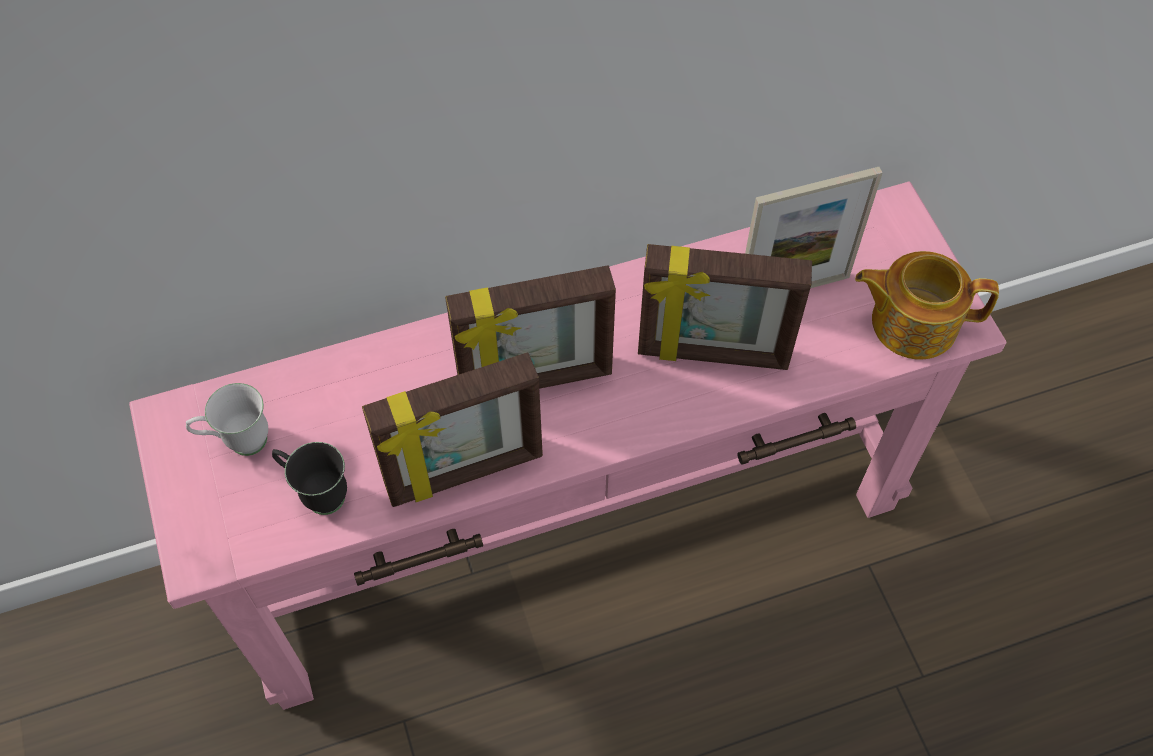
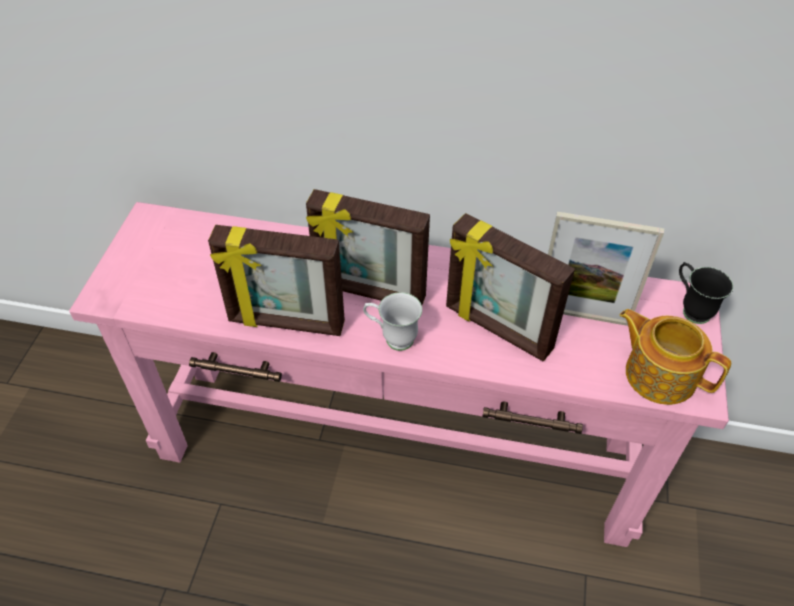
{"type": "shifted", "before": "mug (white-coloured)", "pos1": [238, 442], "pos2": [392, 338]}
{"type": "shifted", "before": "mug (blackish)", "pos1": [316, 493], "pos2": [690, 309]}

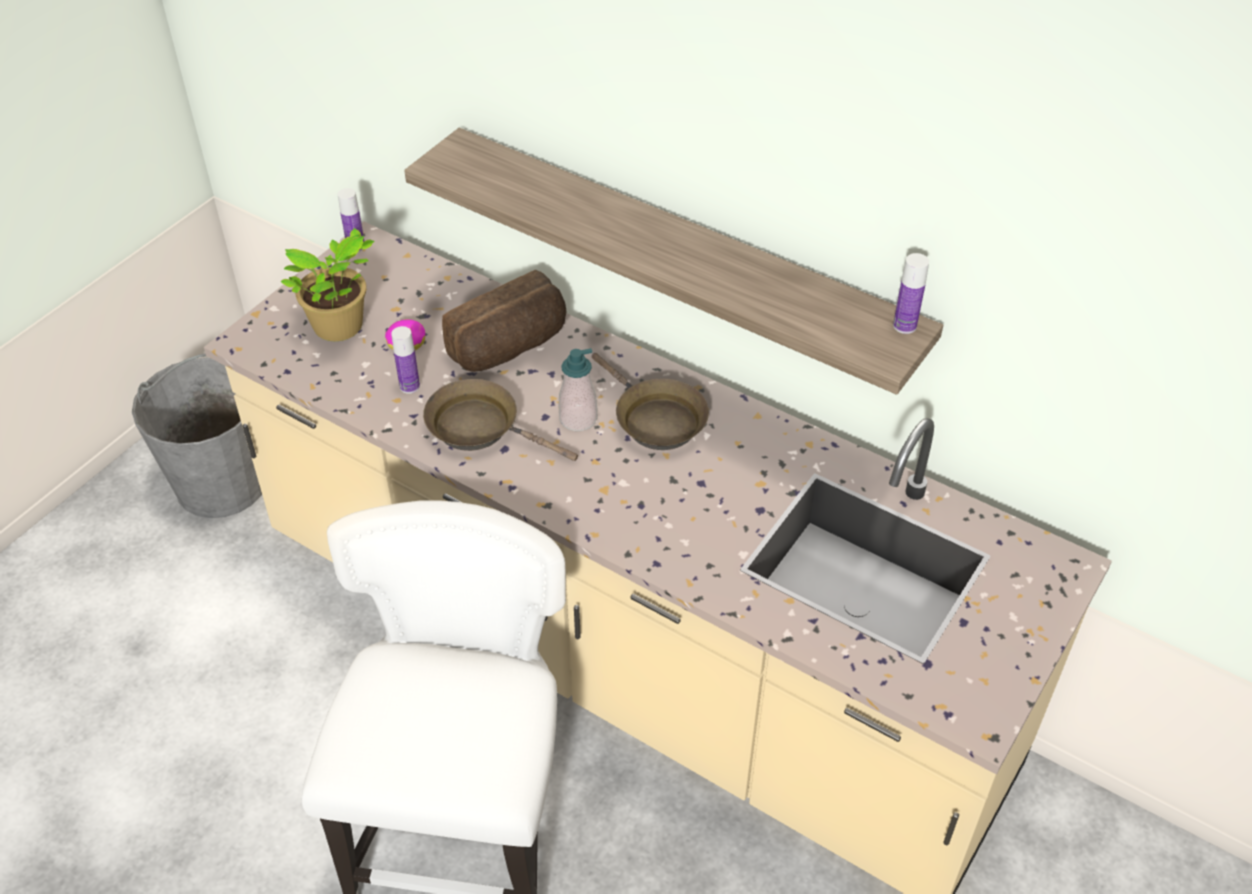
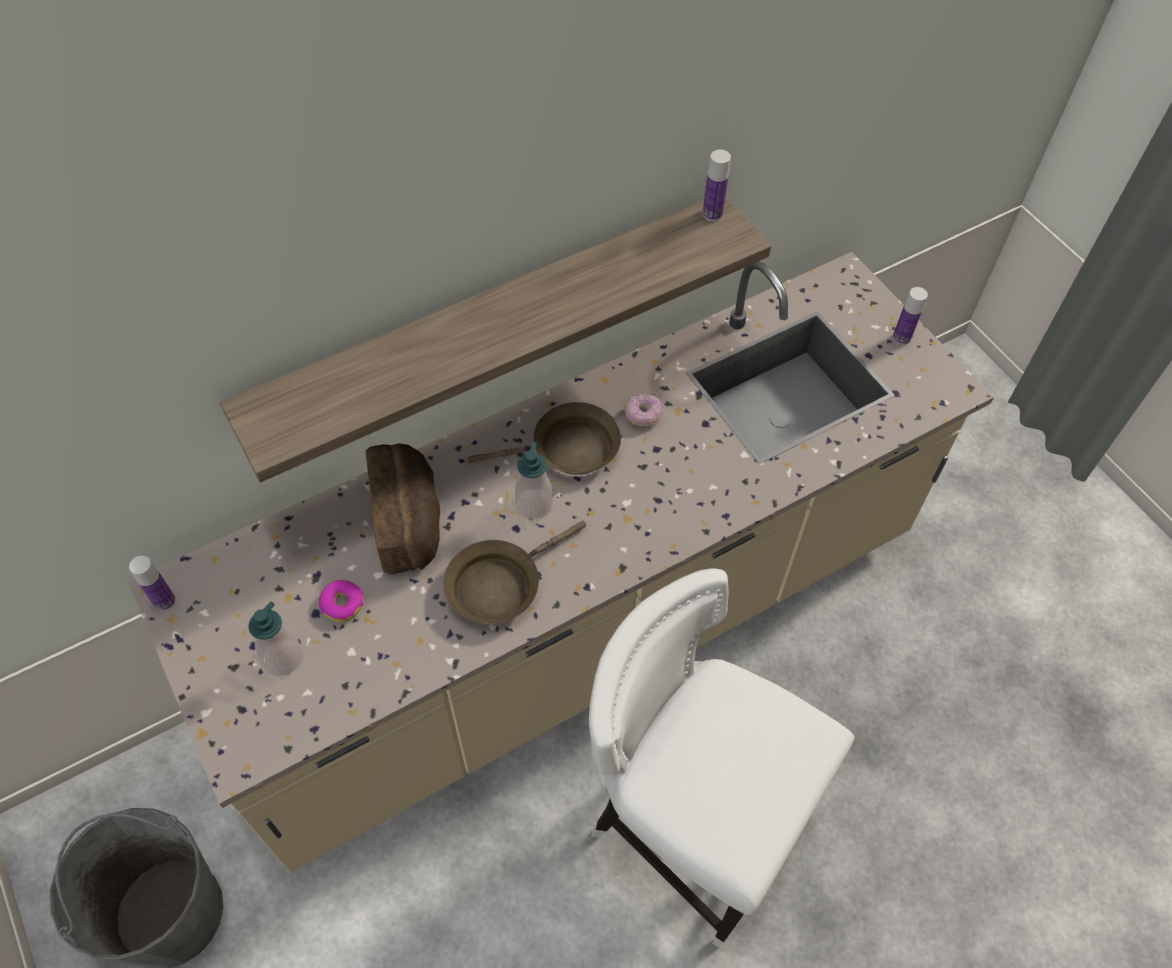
{"type": "swapped", "before": "houseplant", "after": "soap bottle", "pos1": [340, 328], "pos2": [282, 657]}
{"type": "shifted", "before": "drink bottle", "pos1": [409, 386], "pos2": [901, 338]}
{"type": "new", "after": "ring doughnut", "pos2": [643, 415]}

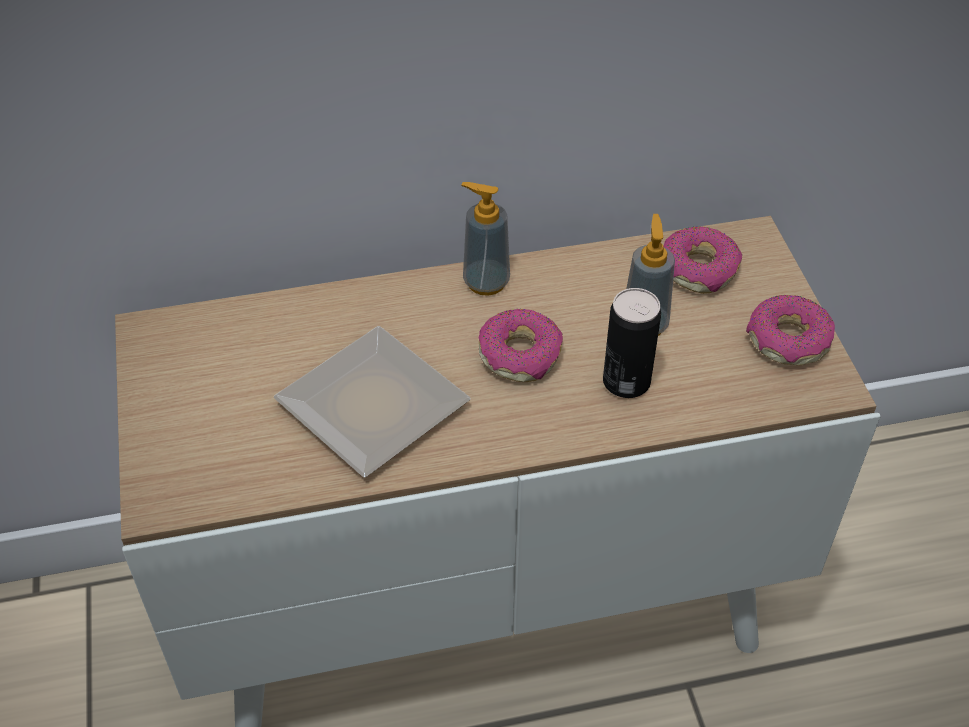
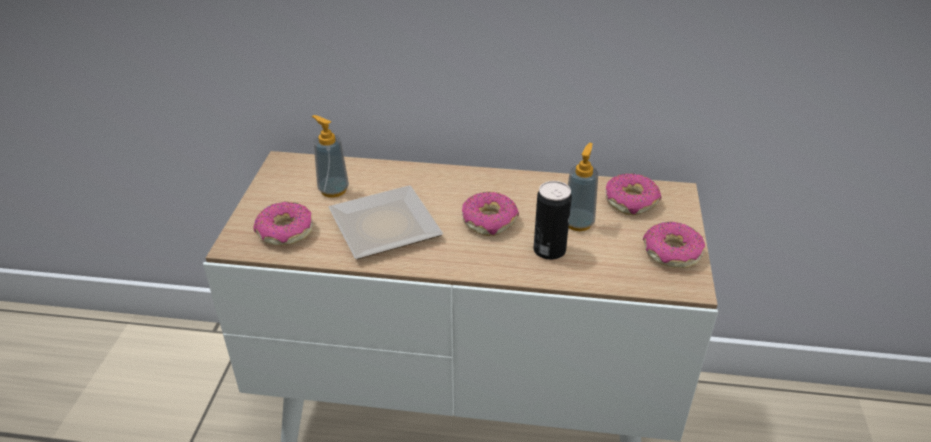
{"type": "shifted", "before": "soap bottle", "pos1": [486, 282], "pos2": [333, 190]}
{"type": "new", "after": "ring doughnut", "pos2": [285, 232]}

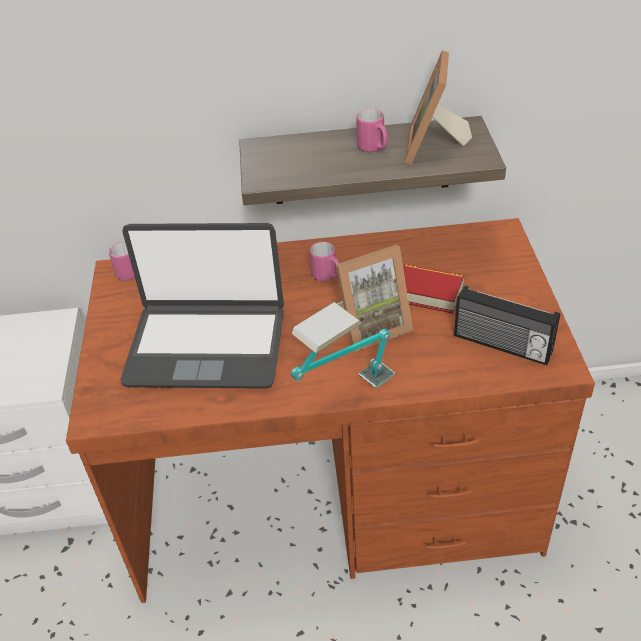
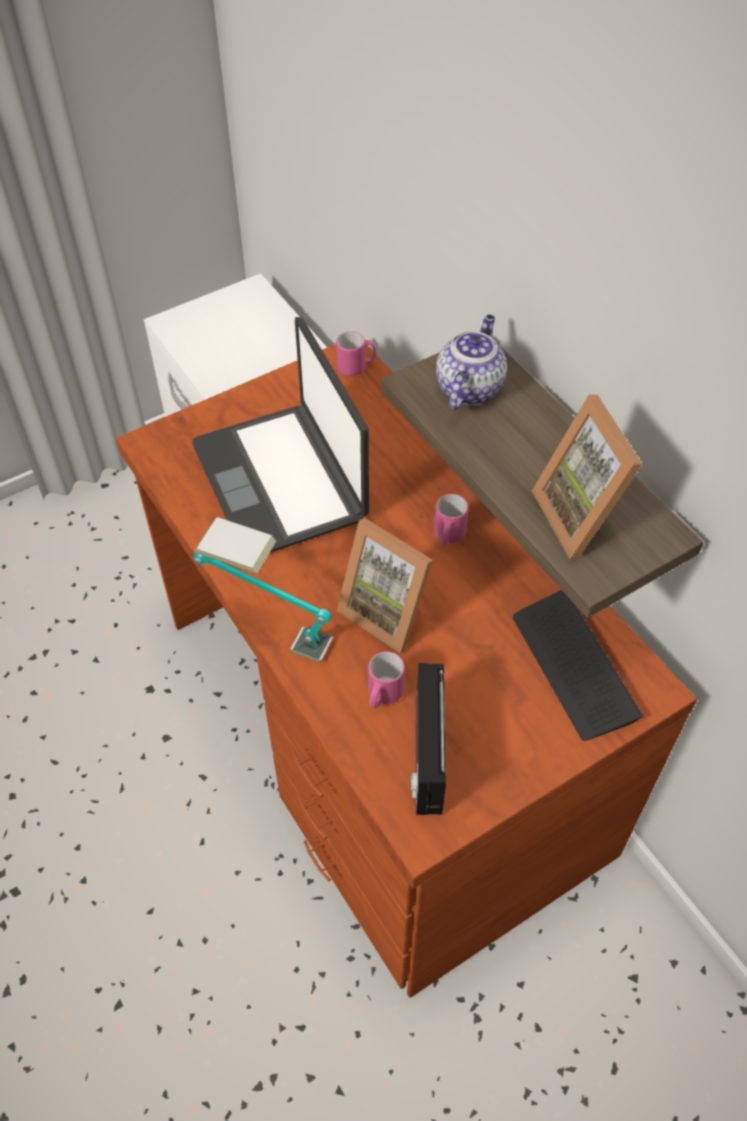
{"type": "shifted", "before": "mug (pink)", "pos1": [374, 148], "pos2": [383, 696]}
{"type": "gone", "before": "book", "pos1": [428, 293]}
{"type": "rotated", "before": "standing frame", "pos1": [434, 148], "pos2": [585, 516], "turn": -90}
{"type": "new", "after": "pot for tea", "pos2": [469, 387]}
{"type": "new", "after": "PC keyboard", "pos2": [574, 666]}

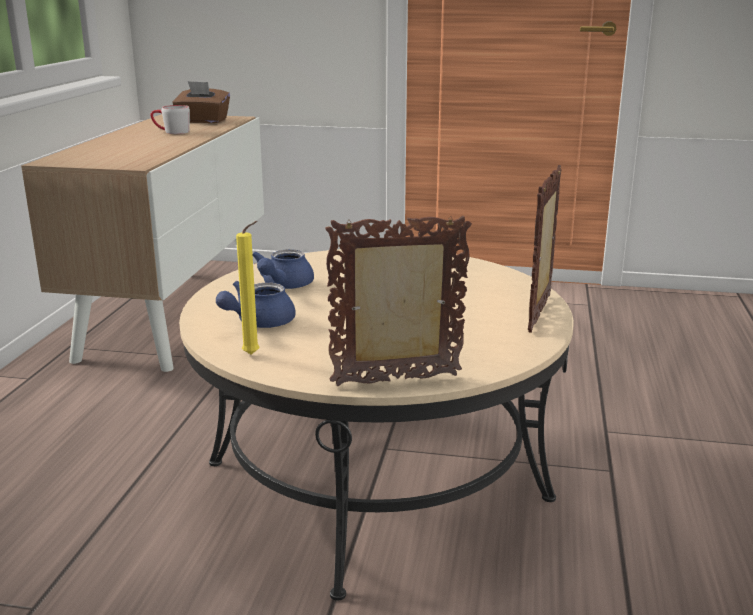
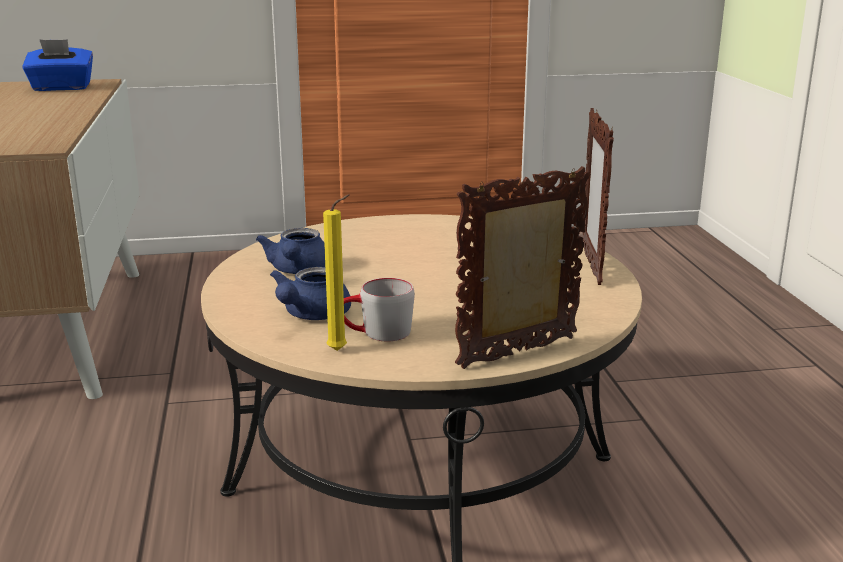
{"type": "shifted", "before": "mug (gray)", "pos1": [171, 132], "pos2": [376, 333]}
{"type": "repainted", "before": "tissue box (brownish)", "after": "tissue box (blue)", "pos1": [202, 121], "pos2": [61, 88]}

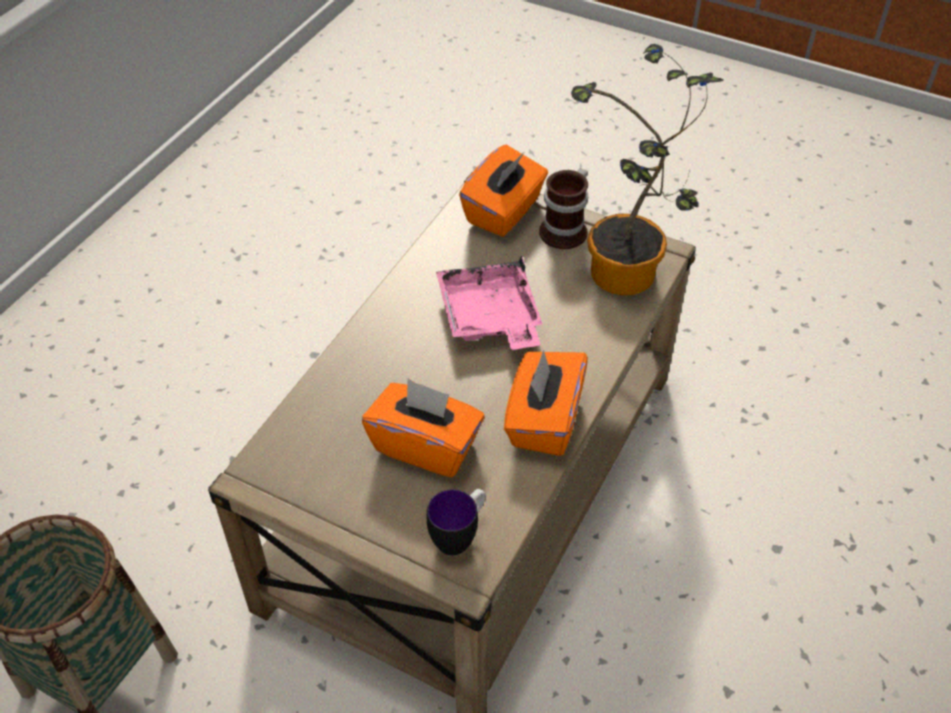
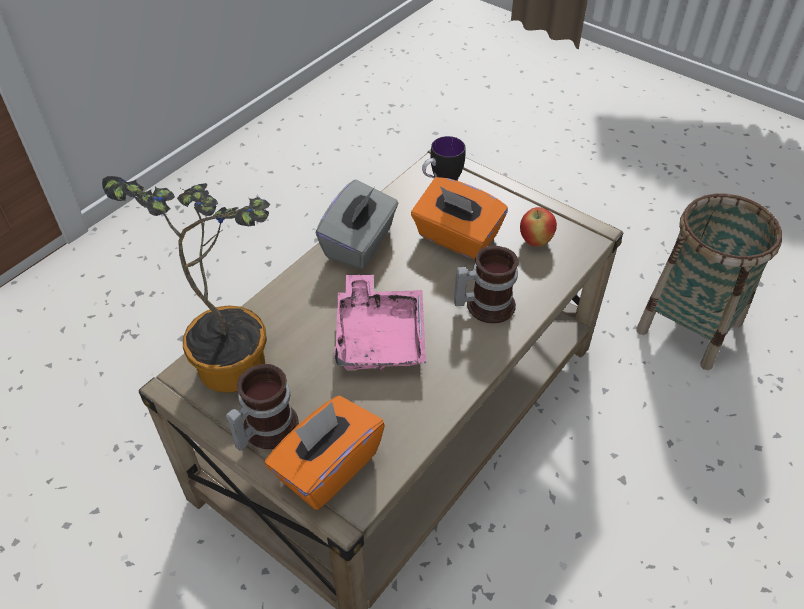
{"type": "repainted", "before": "tissue box (orange-coloured)", "after": "tissue box (gray)", "pos1": [543, 421], "pos2": [360, 243]}
{"type": "new", "after": "mug", "pos2": [485, 304]}
{"type": "new", "after": "apple", "pos2": [535, 241]}

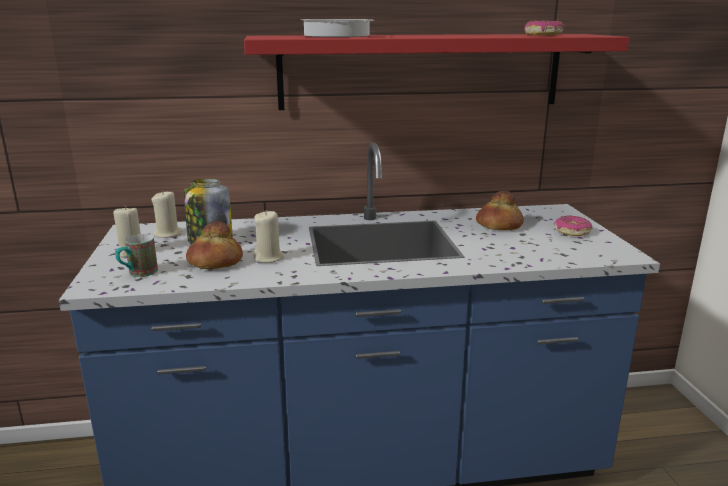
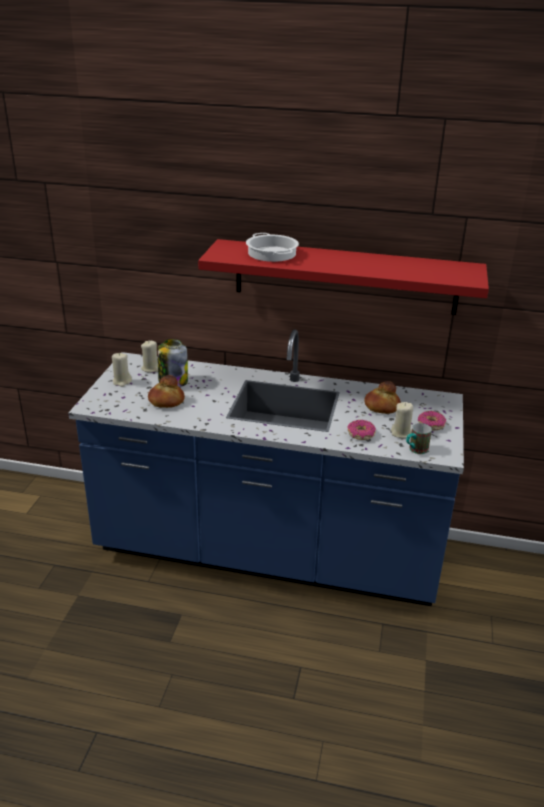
{"type": "shifted", "before": "mug", "pos1": [138, 274], "pos2": [415, 450]}
{"type": "shifted", "before": "candle (beige-coloured)", "pos1": [269, 258], "pos2": [401, 433]}
{"type": "shifted", "before": "ring doughnut", "pos1": [543, 35], "pos2": [361, 434]}

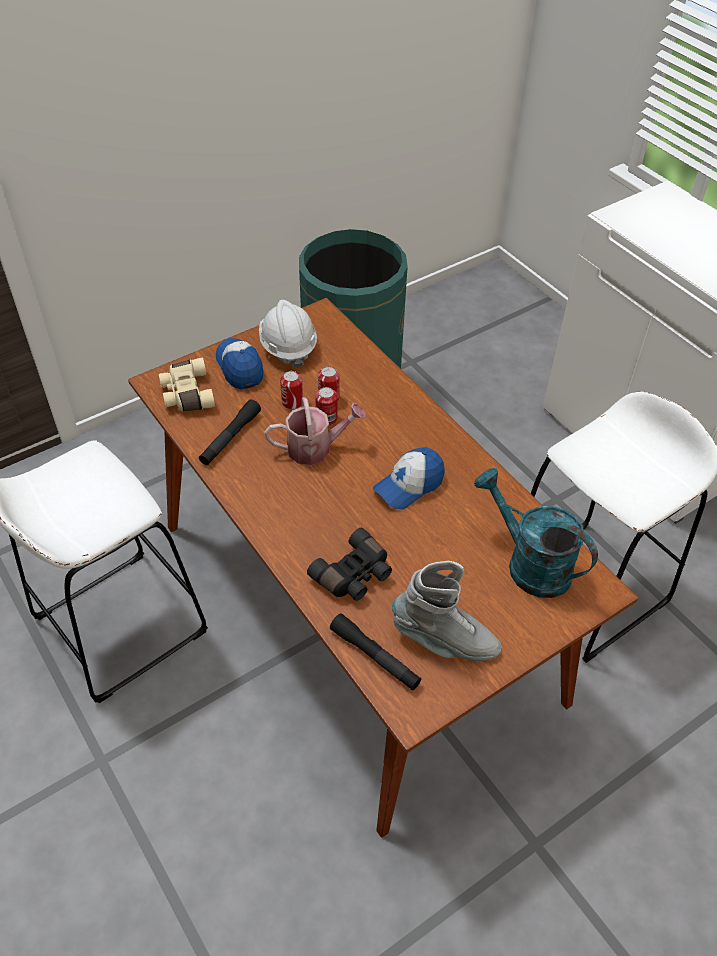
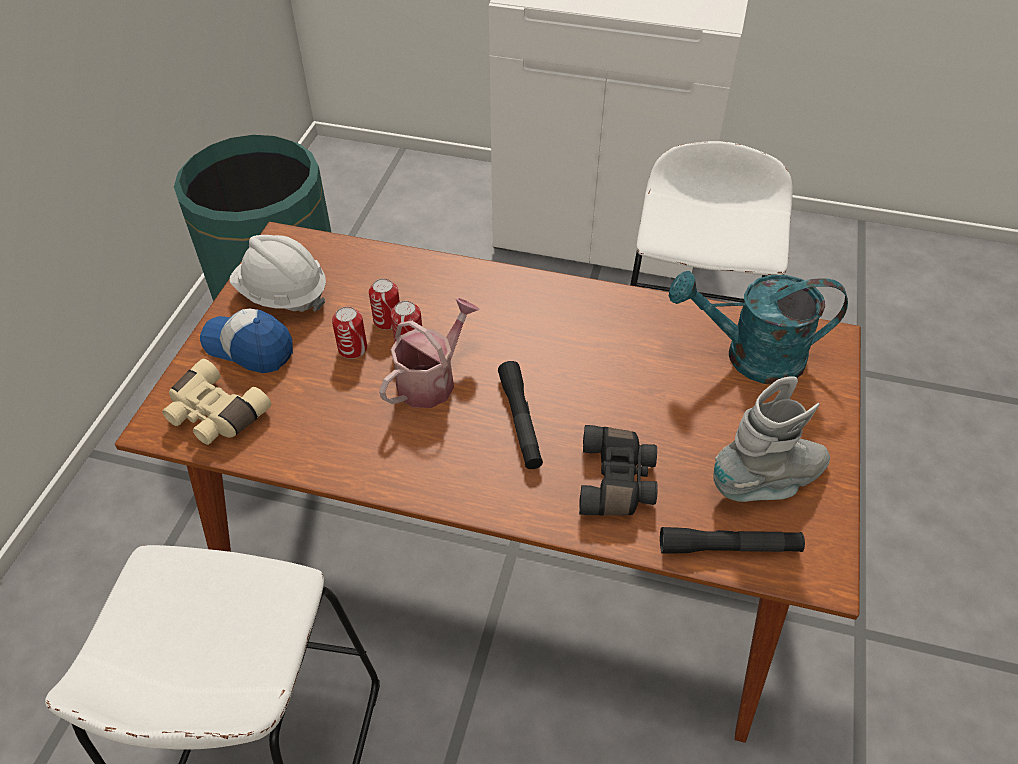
{"type": "shifted", "before": "torch (blackish)", "pos1": [230, 438], "pos2": [520, 421]}
{"type": "gone", "before": "baseball cap", "pos1": [409, 485]}

